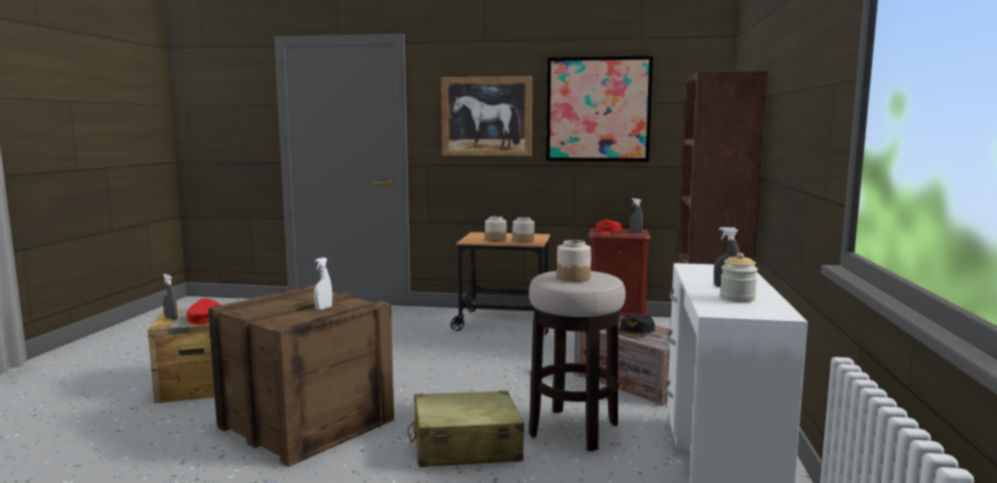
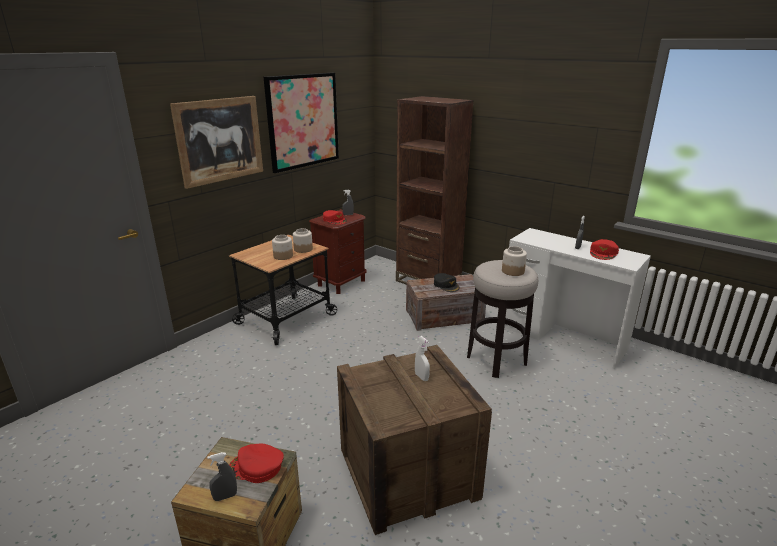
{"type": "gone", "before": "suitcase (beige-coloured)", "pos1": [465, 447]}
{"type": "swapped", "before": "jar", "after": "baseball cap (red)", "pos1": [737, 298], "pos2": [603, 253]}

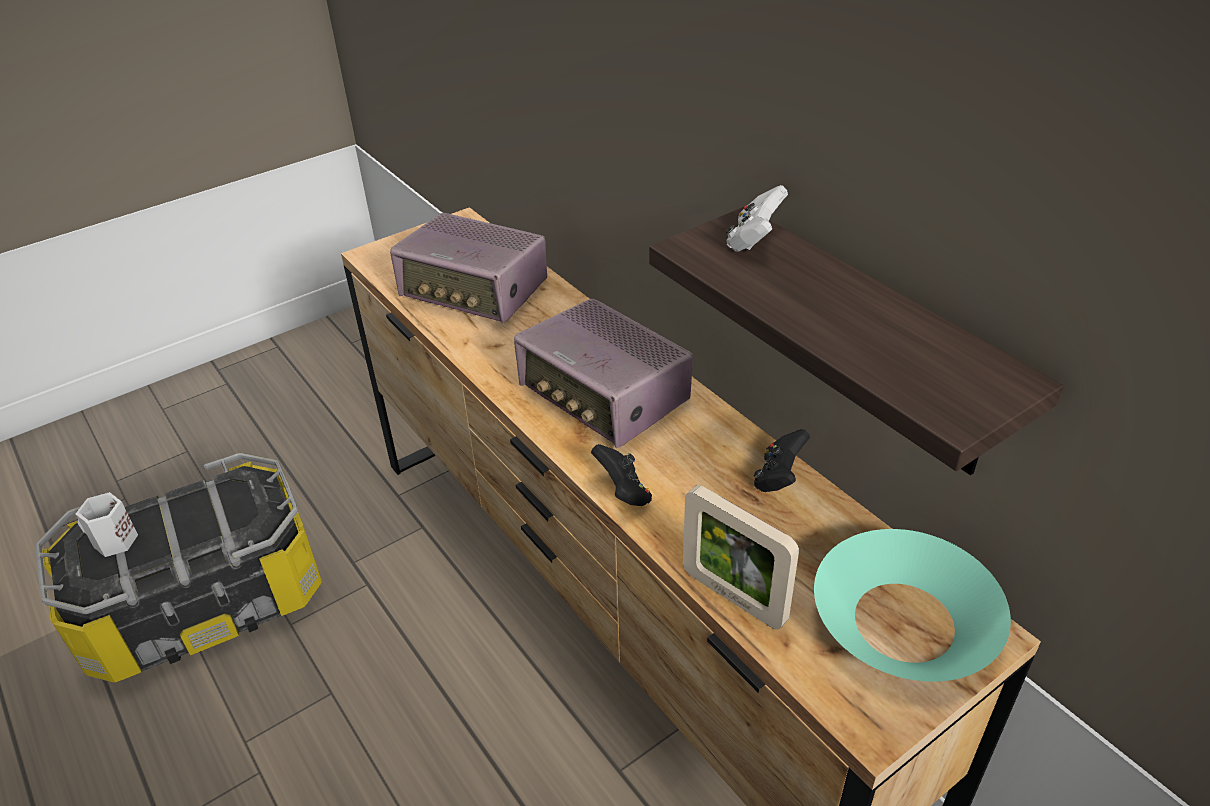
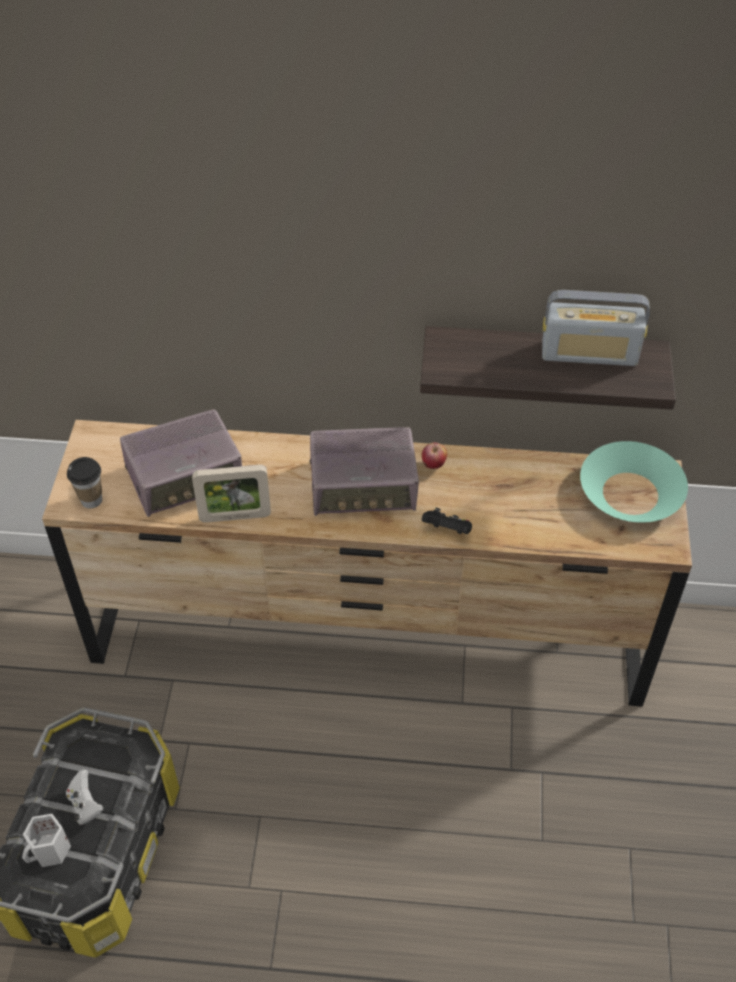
{"type": "shifted", "before": "standing frame", "pos1": [733, 597], "pos2": [235, 516]}
{"type": "shifted", "before": "game controller (white-coloured)", "pos1": [754, 240], "pos2": [86, 805]}
{"type": "gone", "before": "game controller (blackish)", "pos1": [778, 477]}
{"type": "new", "after": "cup", "pos2": [91, 500]}
{"type": "new", "after": "apple", "pos2": [433, 466]}
{"type": "new", "after": "radio receiver", "pos2": [589, 353]}

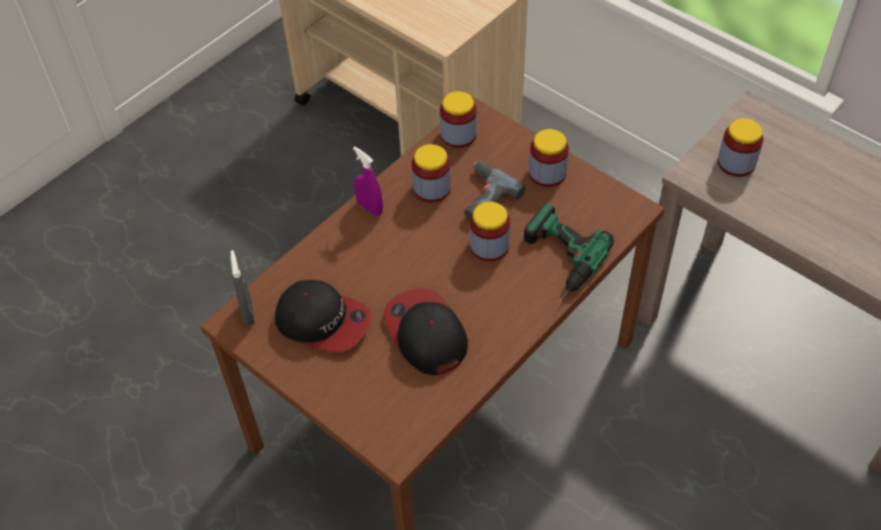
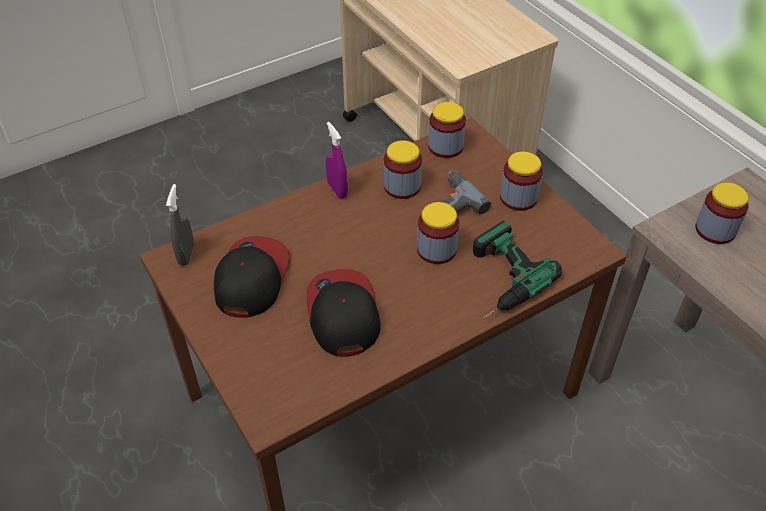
{"type": "rotated", "before": "baseball cap", "pos1": [323, 321], "pos2": [251, 278], "turn": -120}

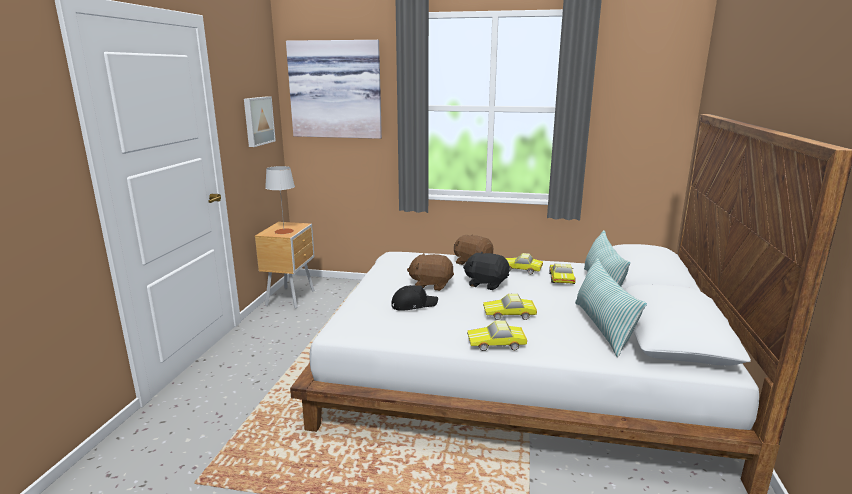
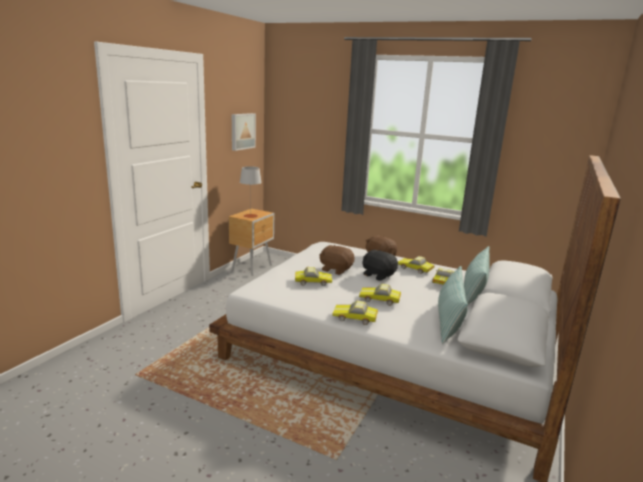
{"type": "gone", "before": "wall art", "pos1": [336, 89]}
{"type": "swapped", "before": "baseball cap (blackish)", "after": "toy car", "pos1": [413, 304], "pos2": [312, 281]}

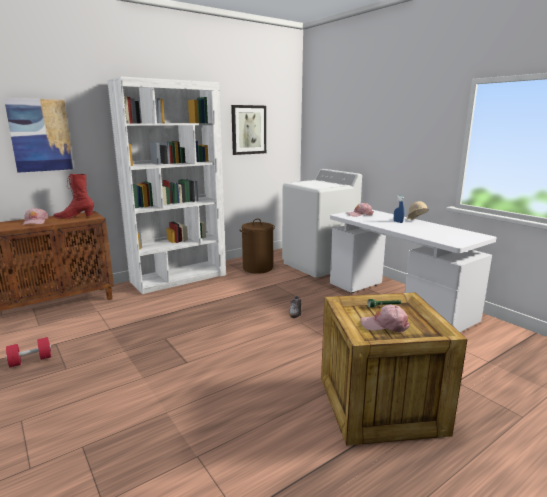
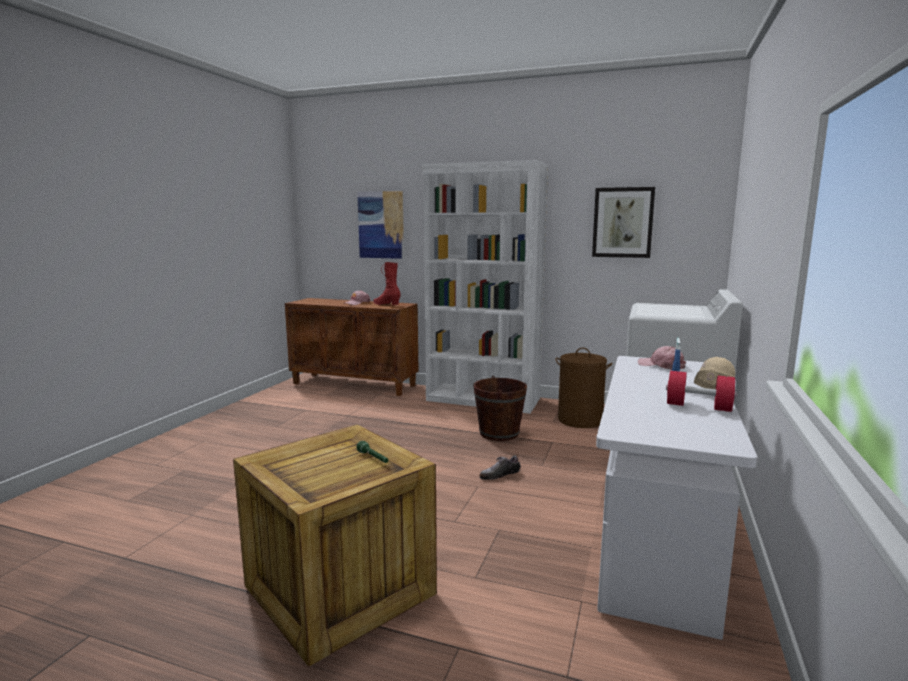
{"type": "shifted", "before": "free weight (red)", "pos1": [31, 361], "pos2": [698, 407]}
{"type": "gone", "before": "baseball cap (pink)", "pos1": [384, 325]}
{"type": "new", "after": "bucket (brownish)", "pos2": [499, 433]}

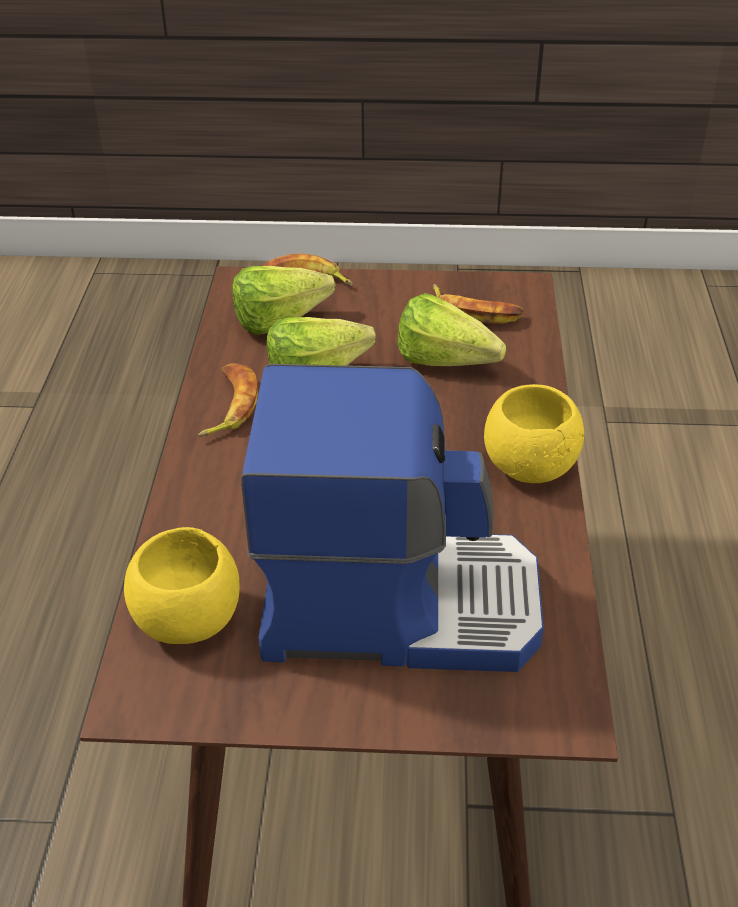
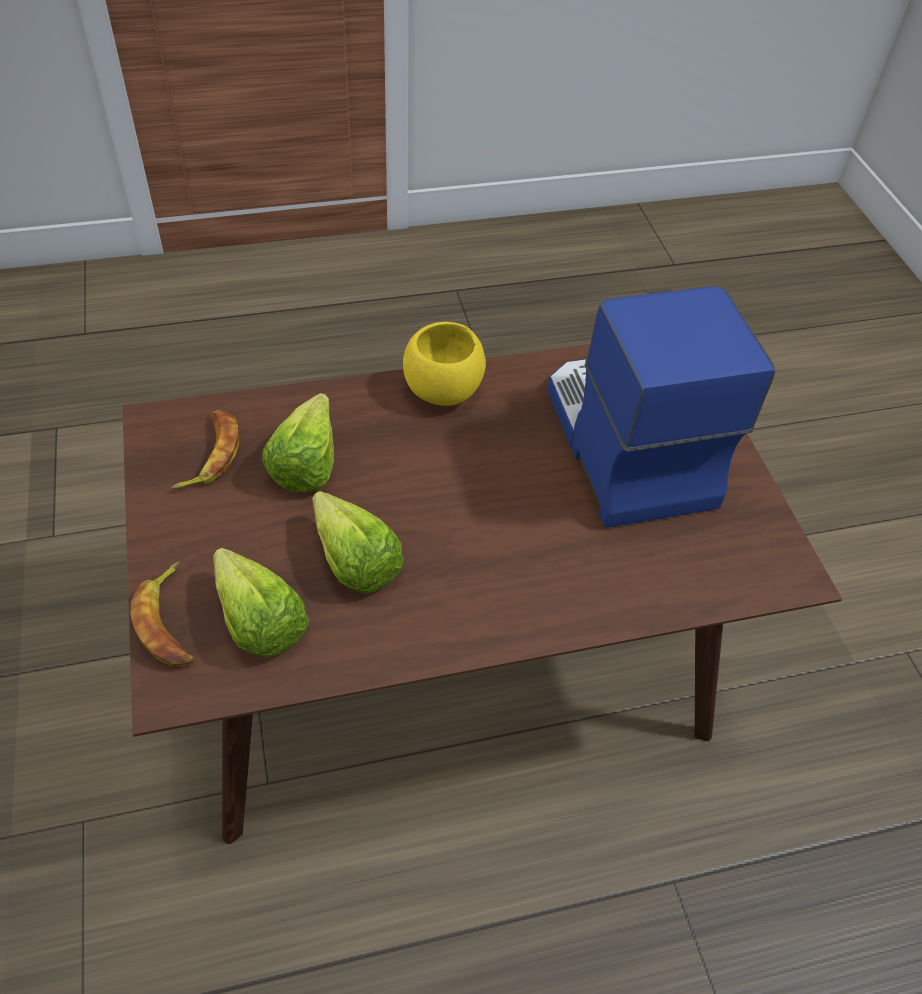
{"type": "gone", "before": "serving bowl (yellow)", "pos1": [186, 621]}
{"type": "gone", "before": "whole banana", "pos1": [228, 406]}

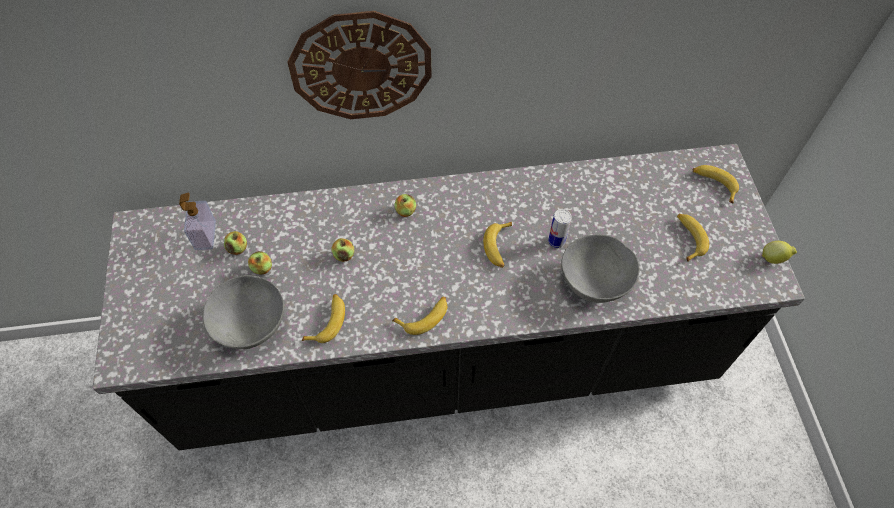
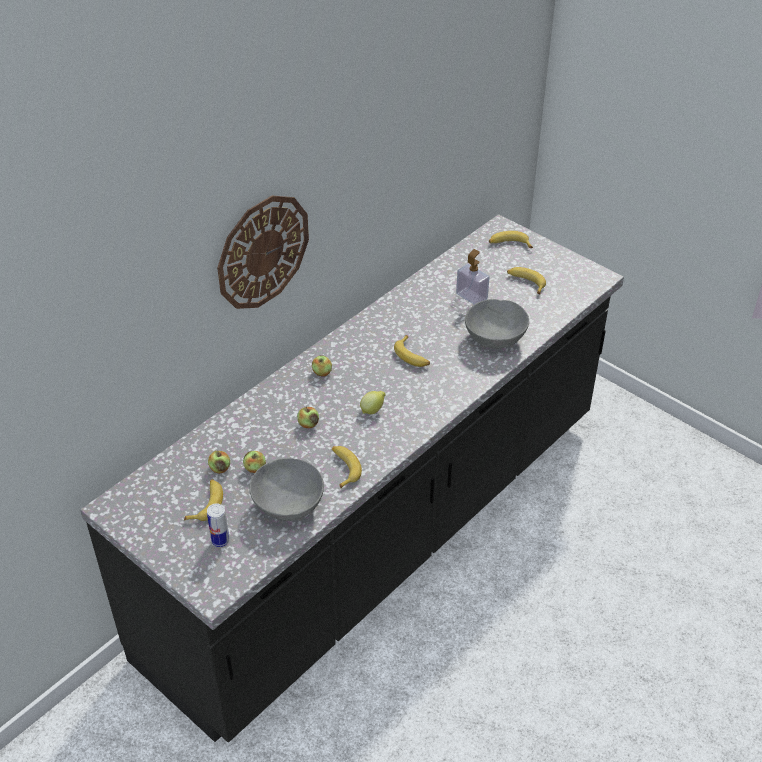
{"type": "shifted", "before": "soap bottle", "pos1": [205, 235], "pos2": [471, 297]}
{"type": "shifted", "before": "whole banana", "pos1": [424, 317], "pos2": [207, 504]}
{"type": "shifted", "before": "sealed can", "pos1": [556, 241], "pos2": [220, 540]}
{"type": "shifted", "before": "lemon", "pos1": [773, 258], "pos2": [373, 410]}

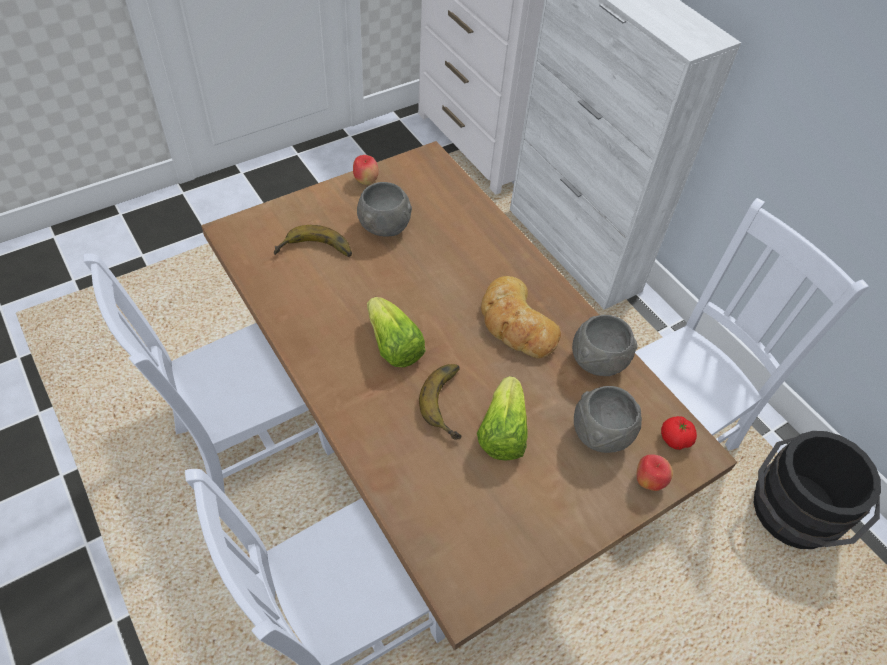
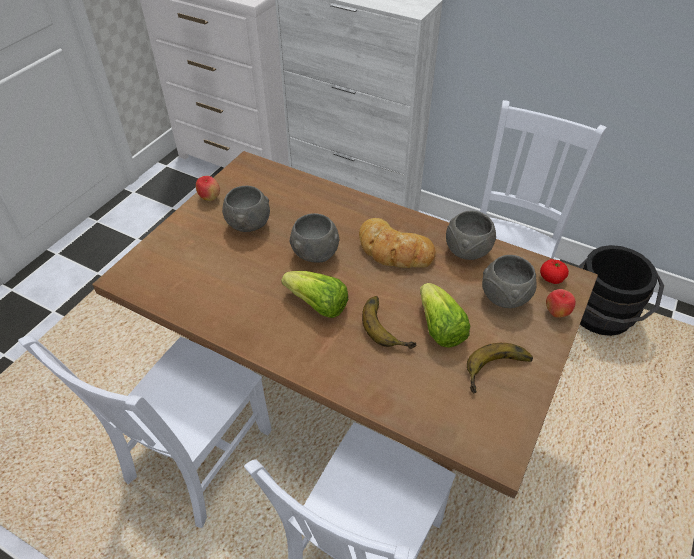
{"type": "shifted", "before": "whole banana", "pos1": [315, 253], "pos2": [499, 372]}
{"type": "new", "after": "serving bowl (gray)", "pos2": [314, 255]}

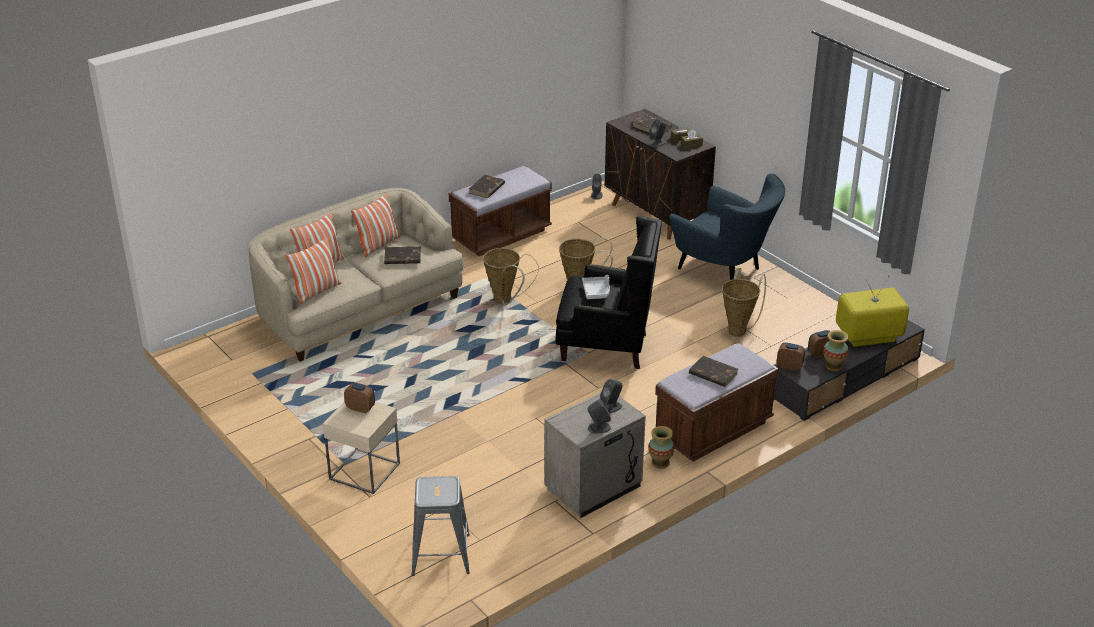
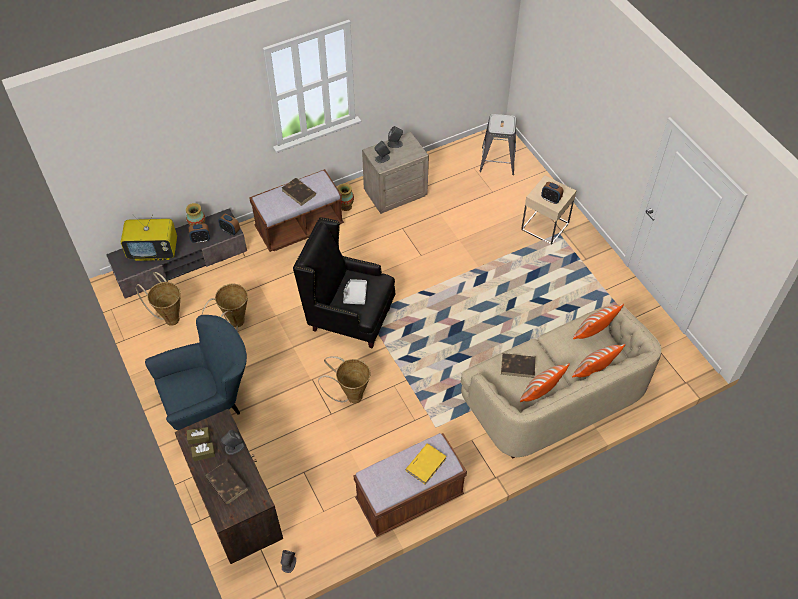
{"type": "repainted", "before": "book (brownish)", "after": "book (yellow)", "pos1": [486, 189], "pos2": [426, 464]}
{"type": "shifted", "before": "basket", "pos1": [506, 301], "pos2": [170, 317]}
{"type": "rotated", "before": "lounge chair (blue)", "pos1": [724, 270], "pos2": [209, 405], "turn": 105}

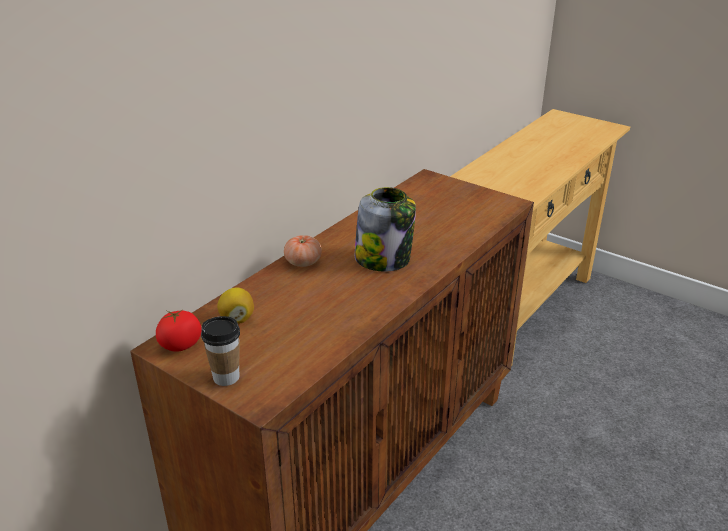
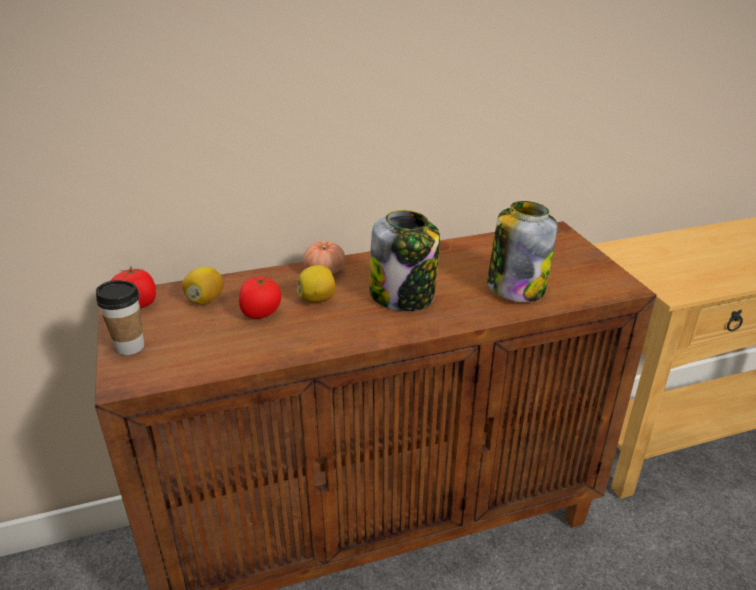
{"type": "new", "after": "whole tomato", "pos2": [261, 312]}
{"type": "new", "after": "lemon", "pos2": [317, 299]}
{"type": "new", "after": "jar", "pos2": [515, 287]}

